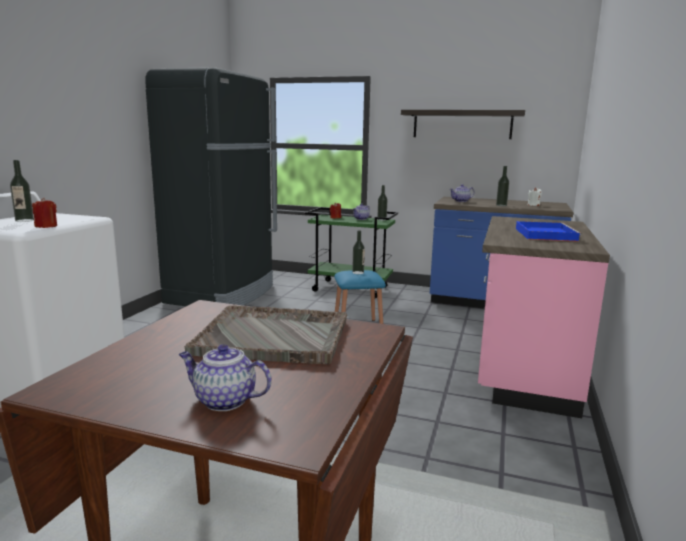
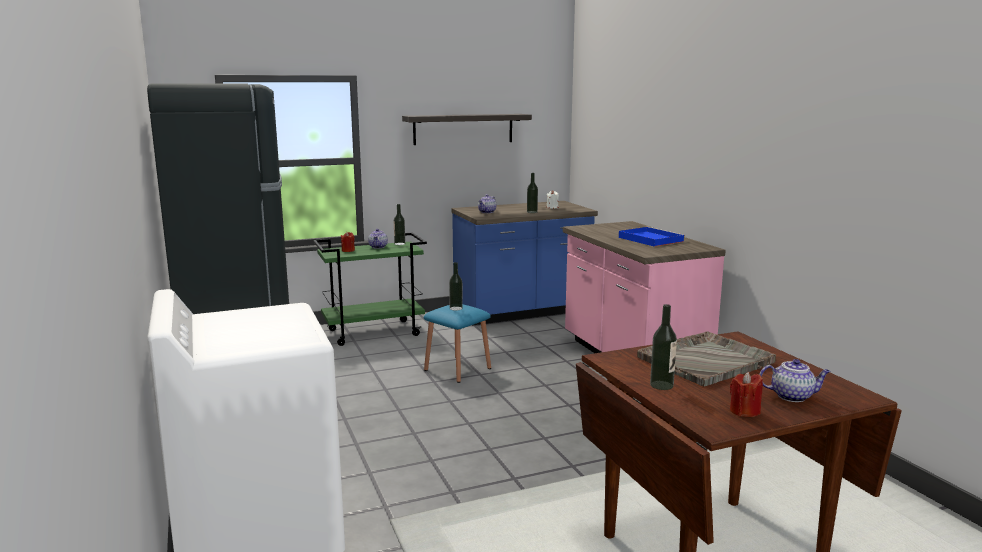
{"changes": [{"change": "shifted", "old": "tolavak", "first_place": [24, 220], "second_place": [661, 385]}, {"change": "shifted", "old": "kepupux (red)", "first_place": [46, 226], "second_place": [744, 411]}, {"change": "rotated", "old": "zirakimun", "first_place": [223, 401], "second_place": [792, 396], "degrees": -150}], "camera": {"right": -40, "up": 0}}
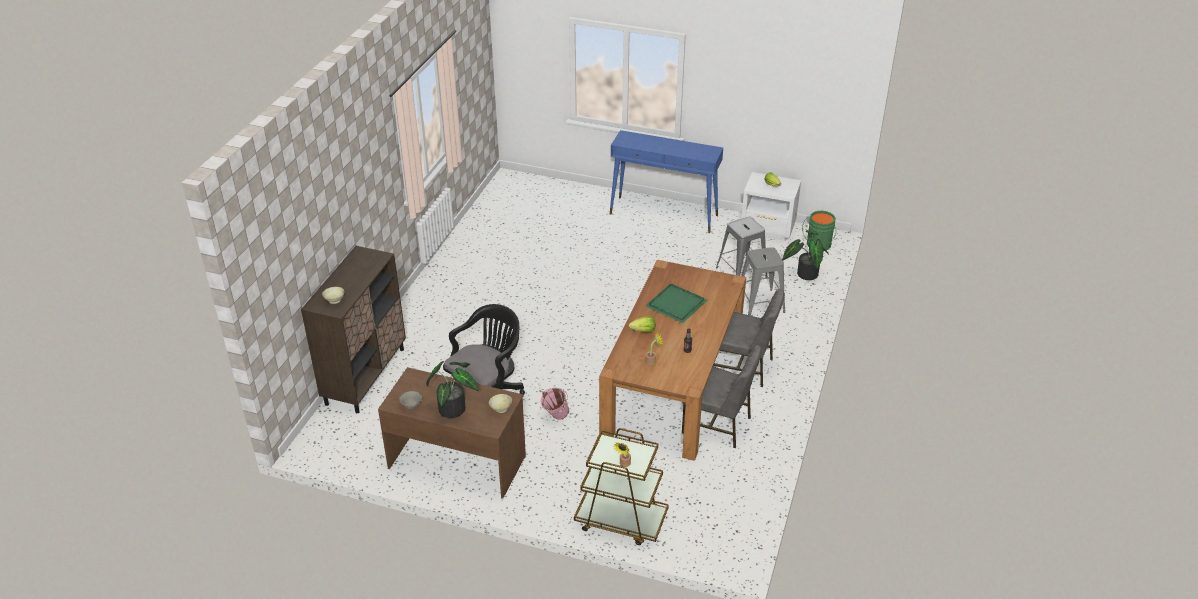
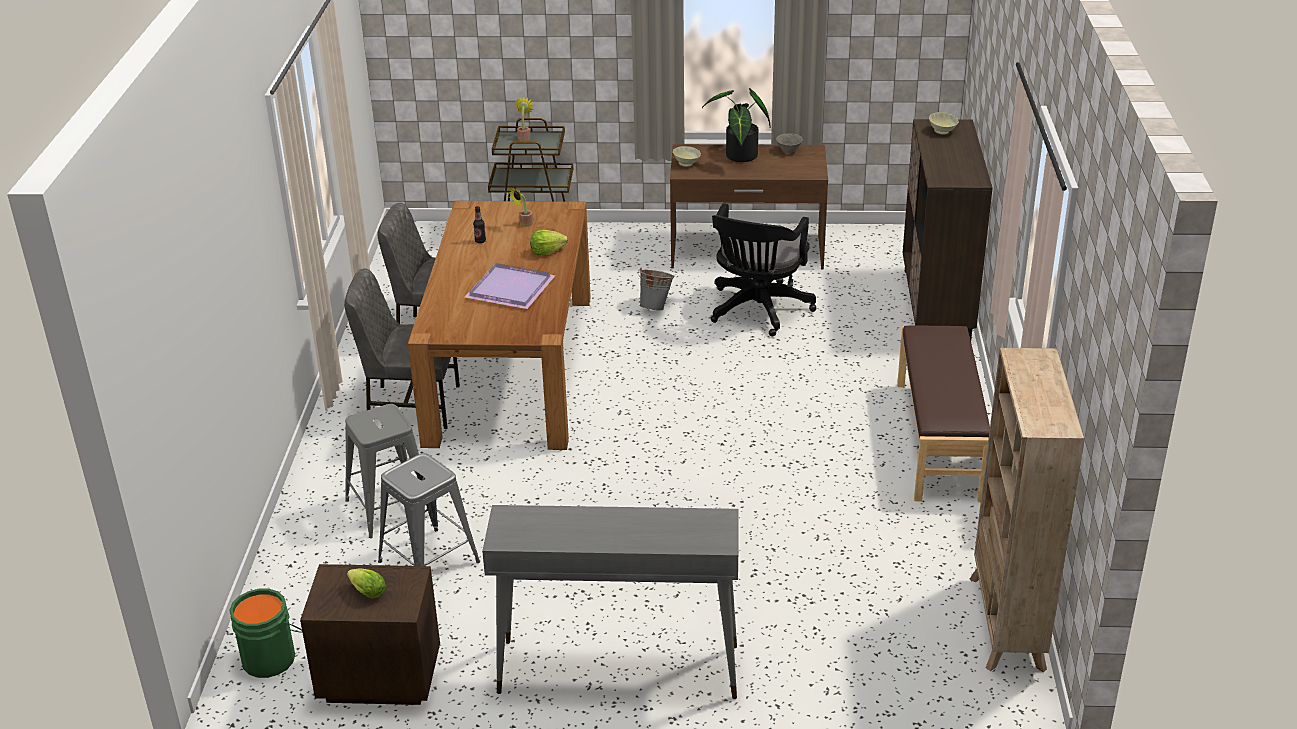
{"changes": [{"change": "repainted", "old": "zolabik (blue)", "new": "zolabik (grey)", "first_place": [664, 214], "second_place": [617, 669]}, {"change": "repainted", "old": "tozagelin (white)", "new": "tozagelin (brown)", "first_place": [768, 229], "second_place": [378, 678]}, {"change": "gone", "old": "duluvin", "first_place": [804, 273]}, {"change": "repainted", "old": "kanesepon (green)", "new": "kanesepon (purple)", "first_place": [677, 304], "second_place": [508, 289]}, {"change": "repainted", "old": "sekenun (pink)", "new": "sekenun (grey)", "first_place": [555, 417], "second_place": [656, 307]}, {"change": "new", "new": "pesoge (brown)", "second_place": [940, 440]}, {"change": "new", "new": "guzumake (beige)", "second_place": [1006, 623]}], "camera": {"right": 165, "up": -5}}
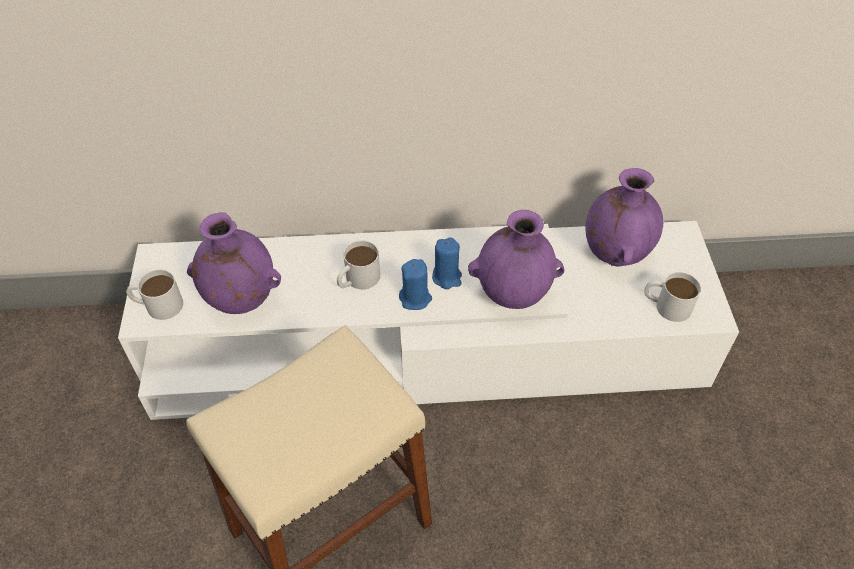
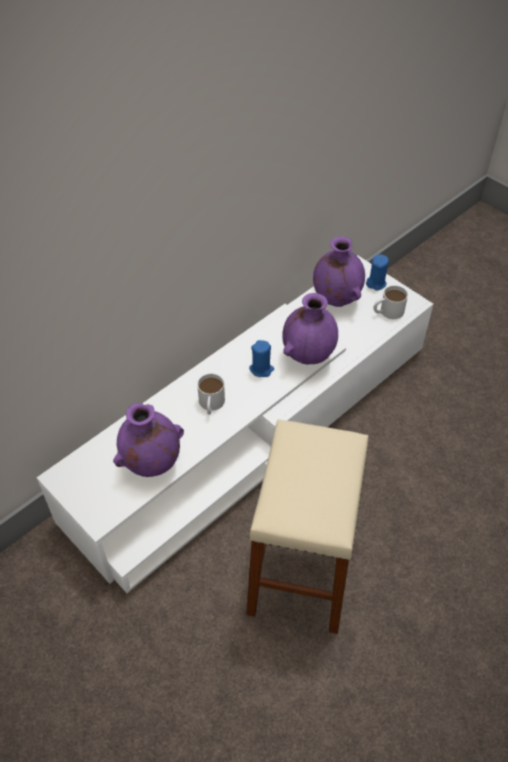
{"changes": [{"change": "shifted", "old": "kepupux (blue)", "first_place": [415, 298], "second_place": [376, 283]}, {"change": "gone", "old": "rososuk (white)", "first_place": [157, 305]}], "camera": {"right": -40, "up": 0}}
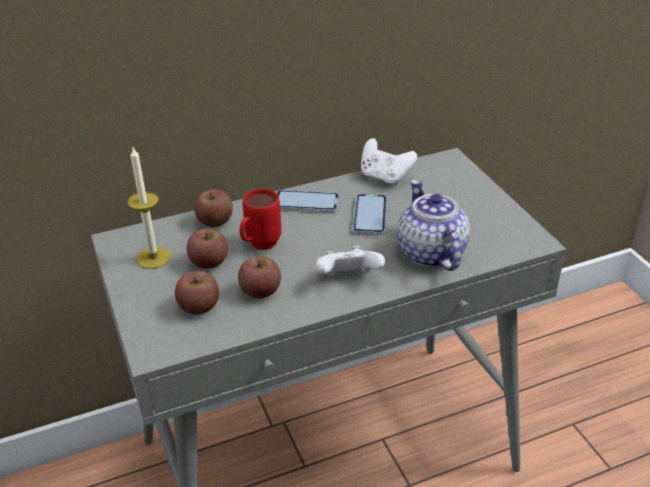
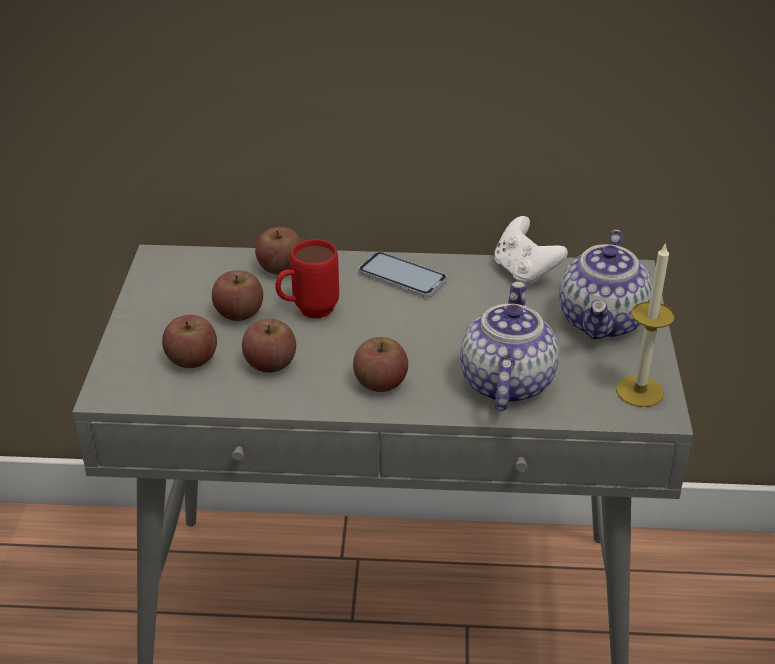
{"changes": [{"change": "shifted", "old": "kepupux", "first_place": [153, 257], "second_place": [639, 391]}, {"change": "gone", "old": "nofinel", "first_place": [370, 215]}, {"change": "swapped", "old": "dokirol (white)", "new": "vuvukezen", "first_place": [348, 279], "second_place": [380, 382]}, {"change": "new", "new": "zirakimun", "second_place": [603, 321]}], "camera": {"right": 25, "up": 0}}
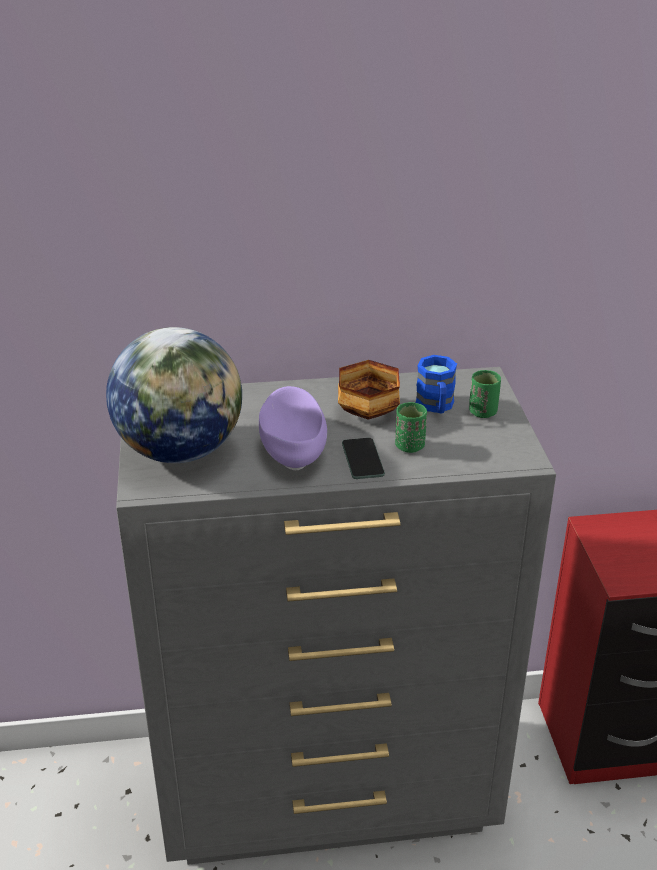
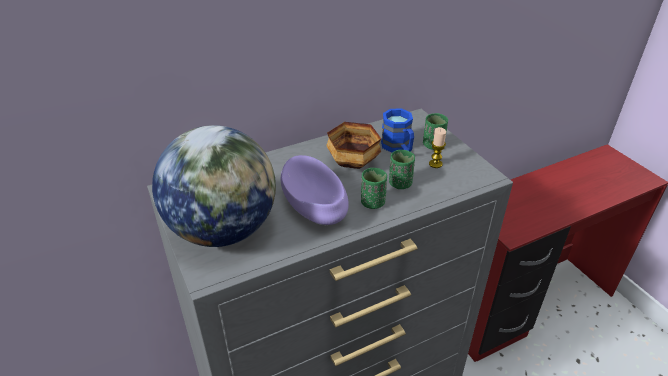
{"changes": [{"change": "swapped", "old": "nofinel", "new": "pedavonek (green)", "first_place": [362, 459], "second_place": [372, 203]}, {"change": "new", "new": "kepupux", "second_place": [435, 164]}], "camera": {"right": -20, "up": 5}}
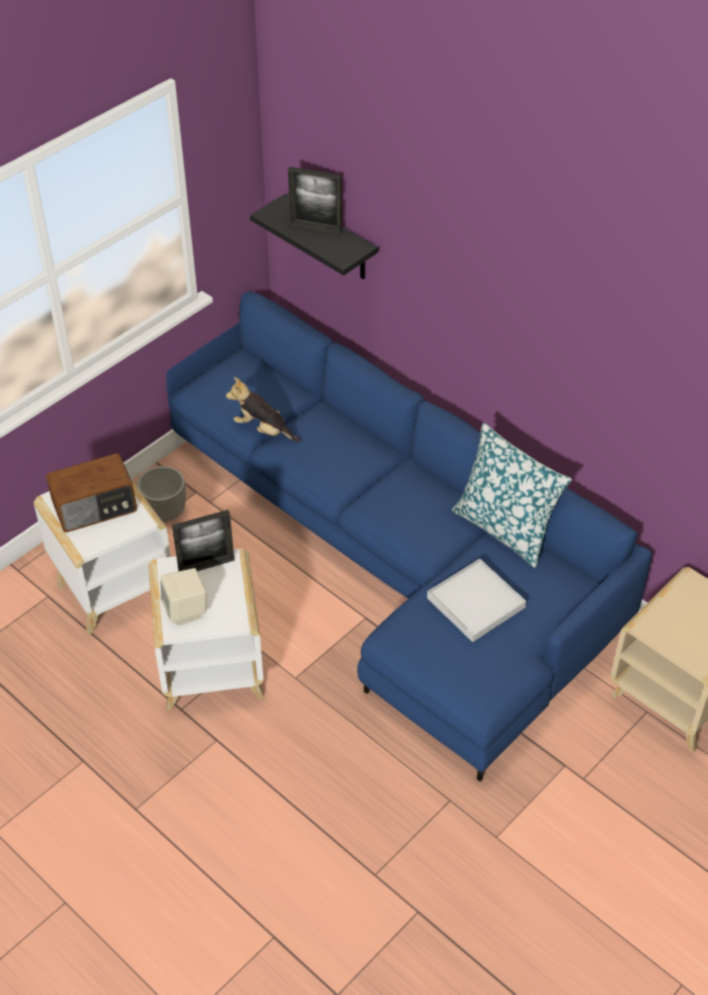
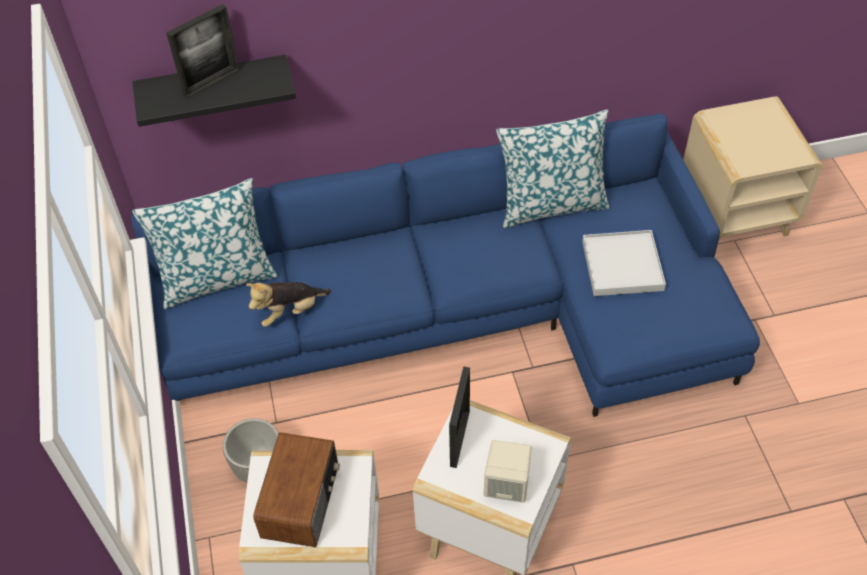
{"changes": [{"change": "new", "new": "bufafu", "second_place": [217, 278]}], "camera": {"right": -55, "up": 5}}
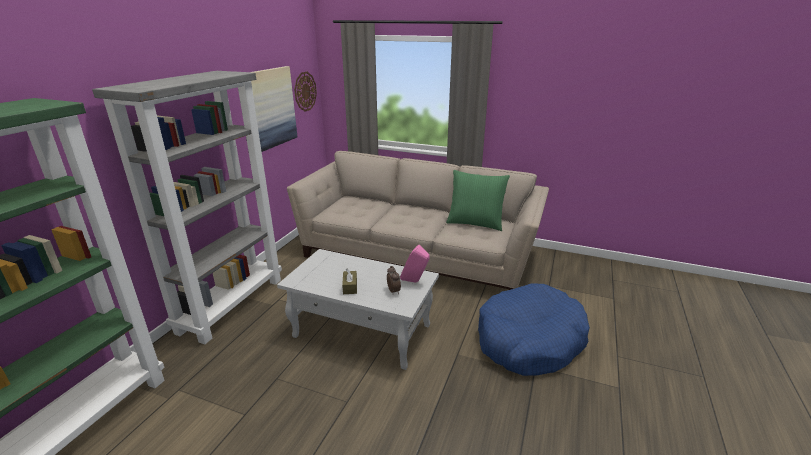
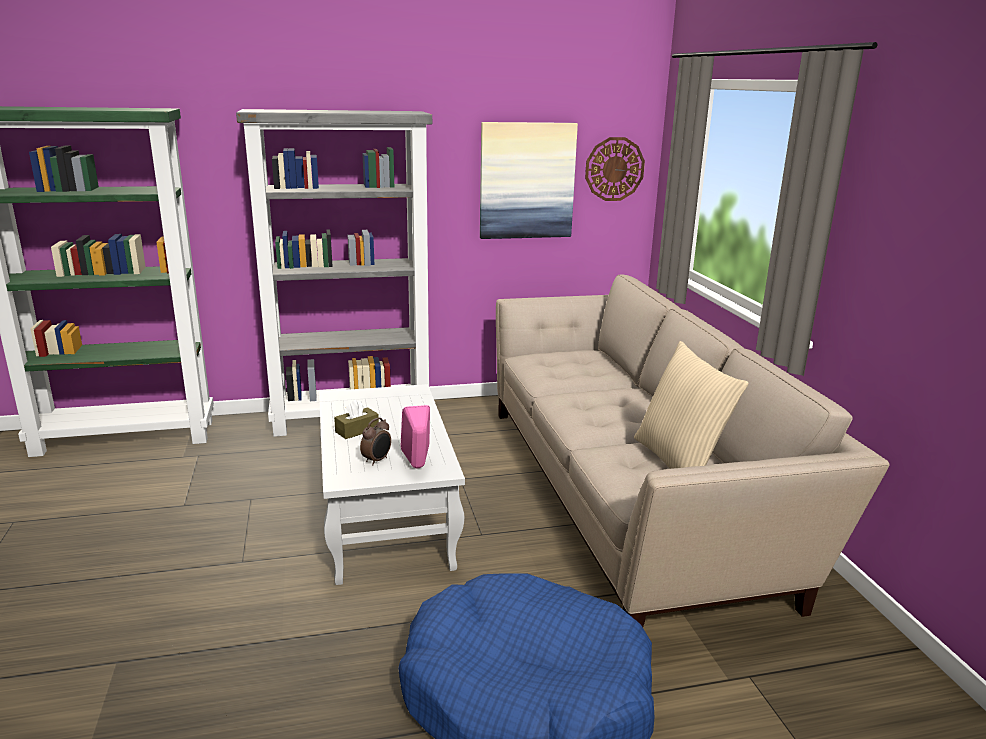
{"changes": [{"change": "repainted", "old": "bufafu (green)", "new": "bufafu (beige)", "first_place": [475, 223], "second_place": [679, 462]}], "camera": {"right": 55, "up": -5}}
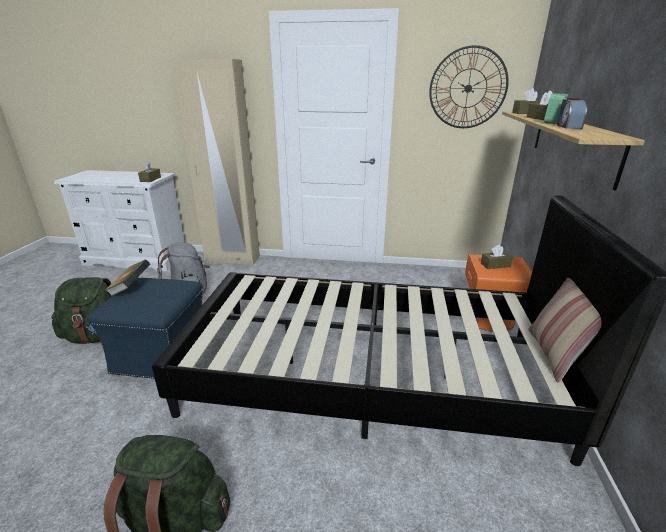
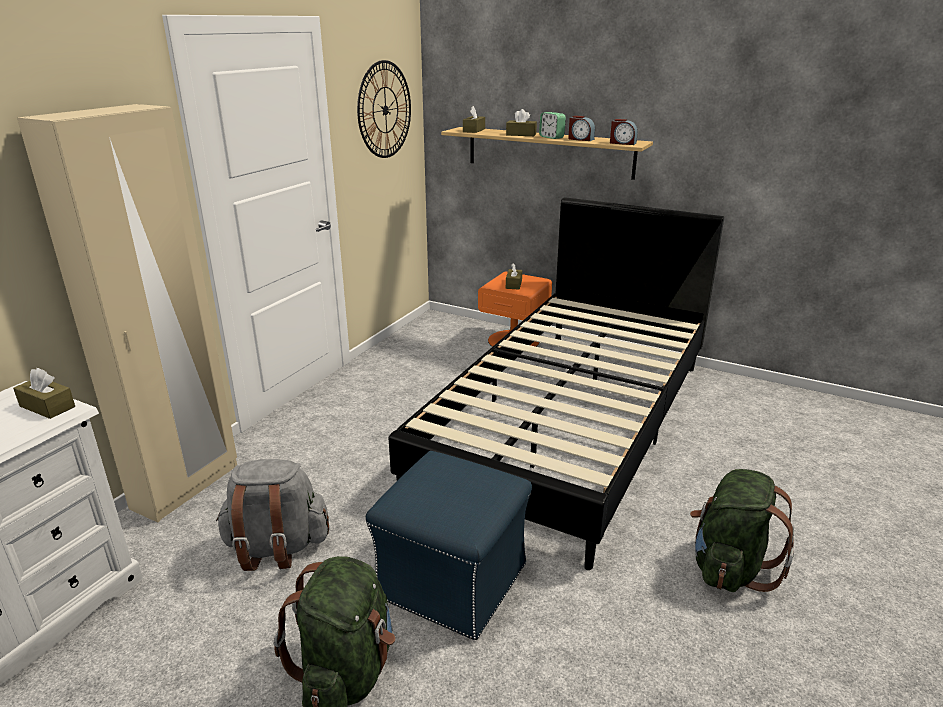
{"changes": [{"change": "gone", "old": "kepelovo", "first_place": [131, 288]}, {"change": "gone", "old": "bufafu", "first_place": [554, 355]}, {"change": "new", "new": "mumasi", "second_place": [622, 143]}], "camera": {"right": -70, "up": 0}}
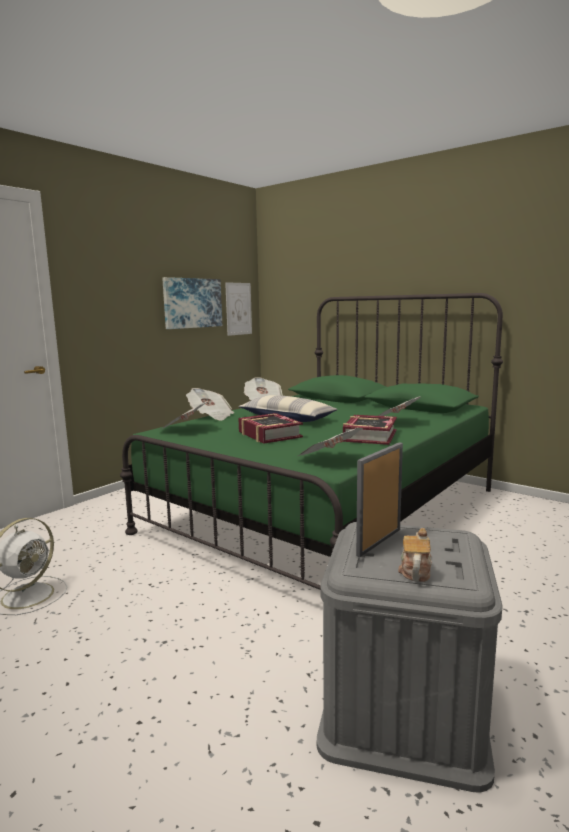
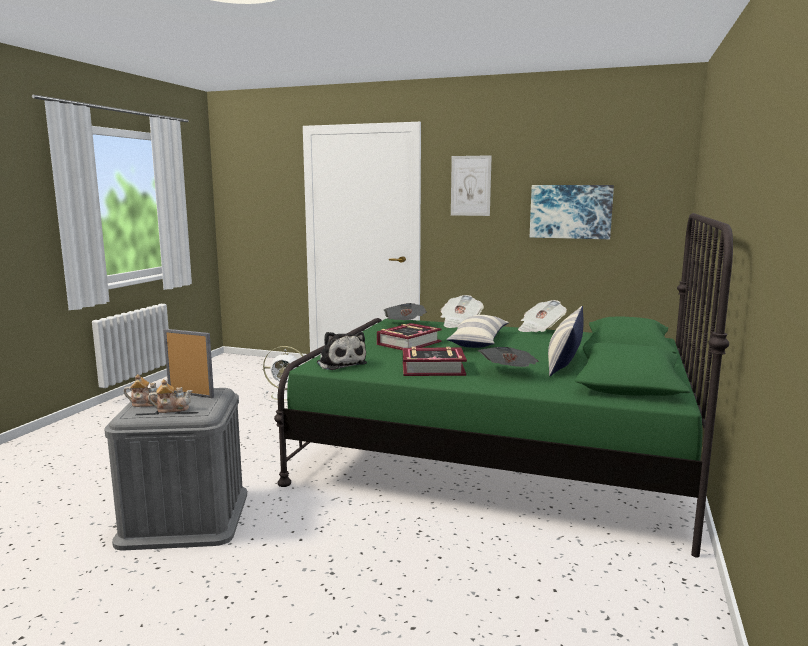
{"changes": [{"change": "shifted", "old": "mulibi", "first_place": [238, 309], "second_place": [470, 186]}, {"change": "swapped", "old": "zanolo", "new": "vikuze", "first_place": [329, 459], "second_place": [340, 363]}, {"change": "new", "new": "bufafu", "second_place": [564, 362]}, {"change": "new", "new": "zirakimun", "second_place": [172, 409]}], "camera": {"right": 70, "up": 0}}
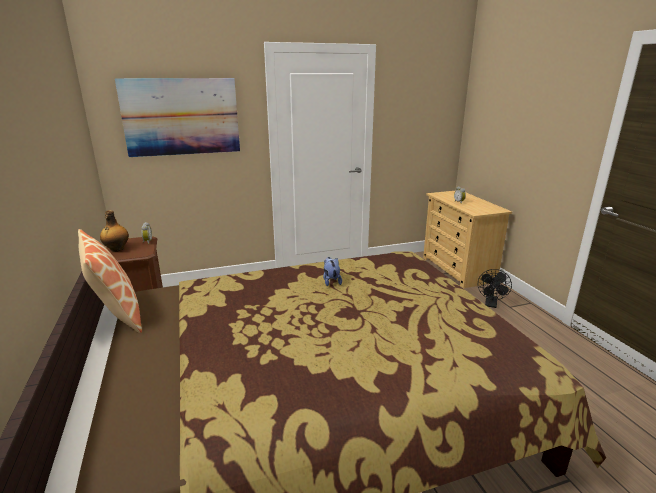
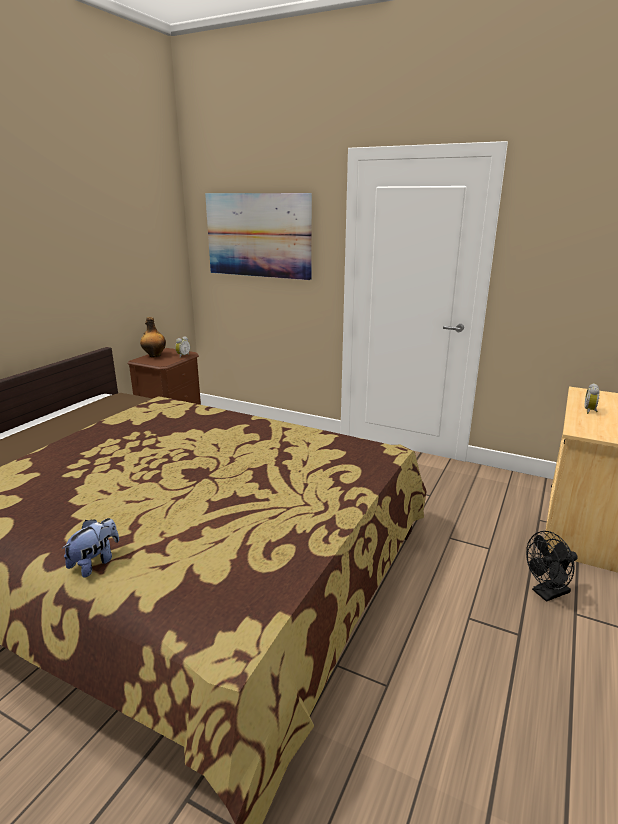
{"changes": [{"change": "gone", "old": "bufafu", "first_place": [117, 315]}, {"change": "shifted", "old": "vikuze", "first_place": [331, 281], "second_place": [95, 562]}], "camera": {"right": 45, "up": 0}}
